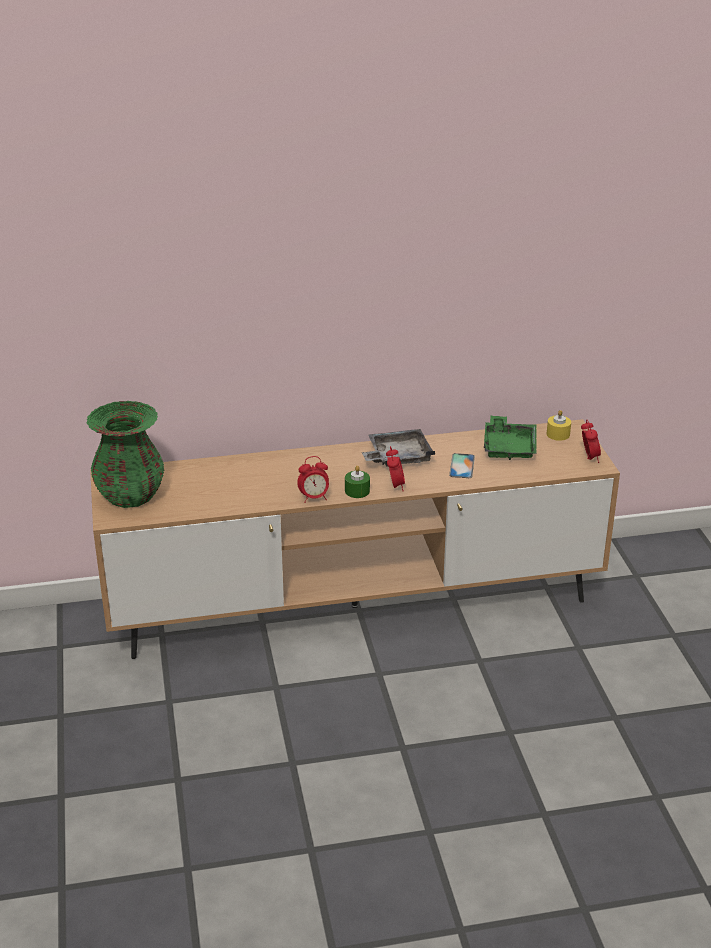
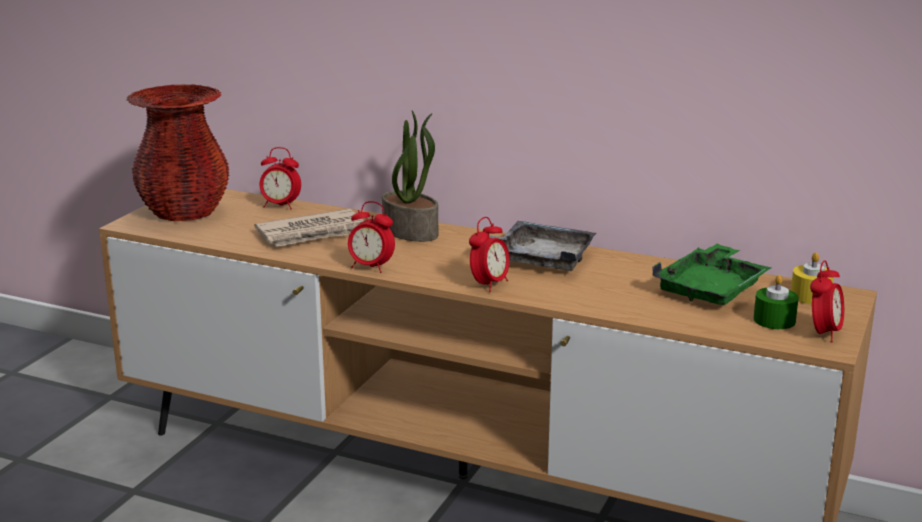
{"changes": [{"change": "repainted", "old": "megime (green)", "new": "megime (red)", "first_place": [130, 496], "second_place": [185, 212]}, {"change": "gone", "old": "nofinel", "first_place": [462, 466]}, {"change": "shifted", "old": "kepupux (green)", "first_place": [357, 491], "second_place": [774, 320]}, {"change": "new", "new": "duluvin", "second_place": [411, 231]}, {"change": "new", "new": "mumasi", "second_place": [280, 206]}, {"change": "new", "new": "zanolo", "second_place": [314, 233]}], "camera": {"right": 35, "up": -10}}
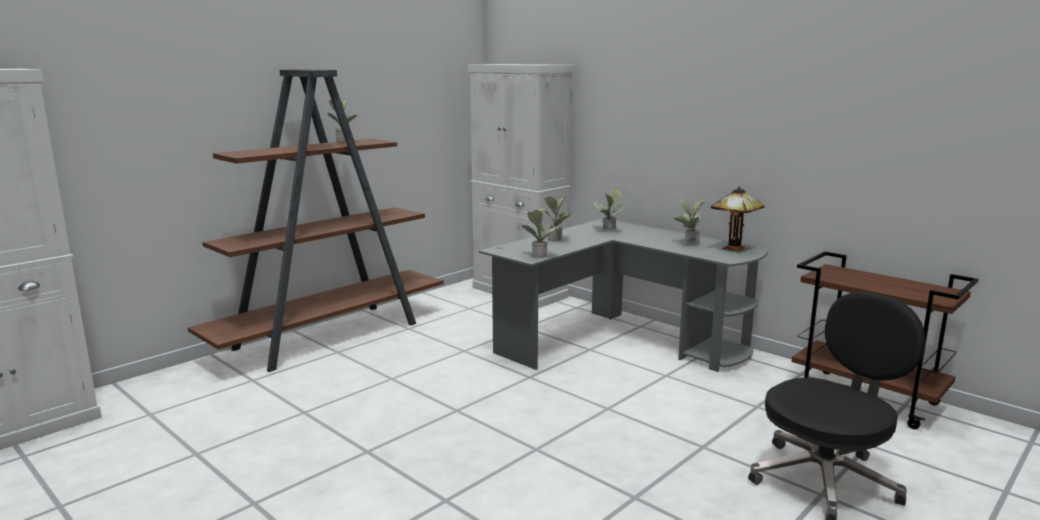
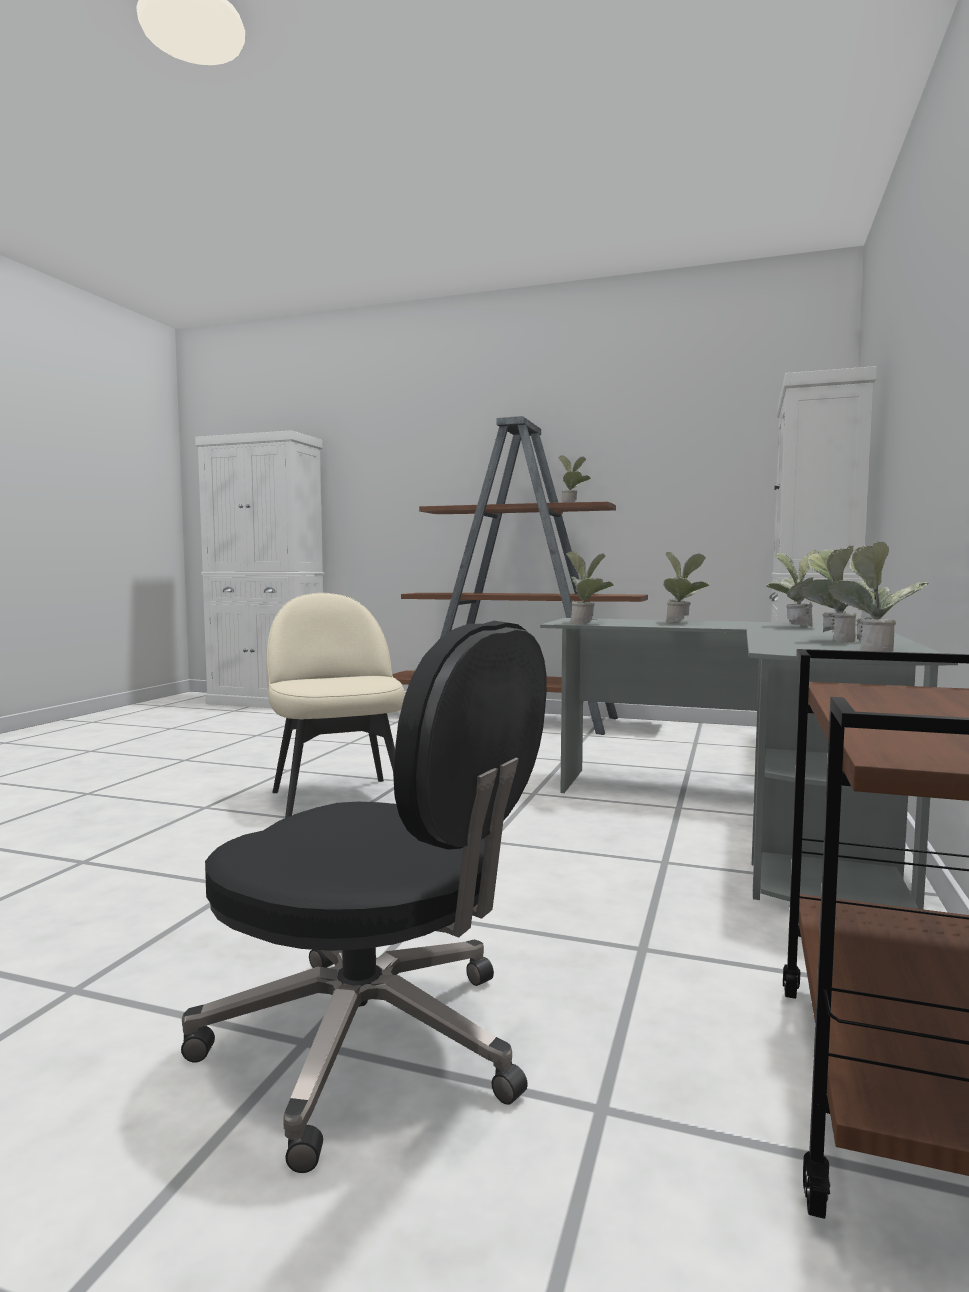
{"changes": [{"change": "swapped", "old": "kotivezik", "new": "duluvin", "first_place": [734, 249], "second_place": [871, 650]}, {"change": "new", "new": "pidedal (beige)", "second_place": [337, 797]}], "camera": {"right": 65, "up": -10}}
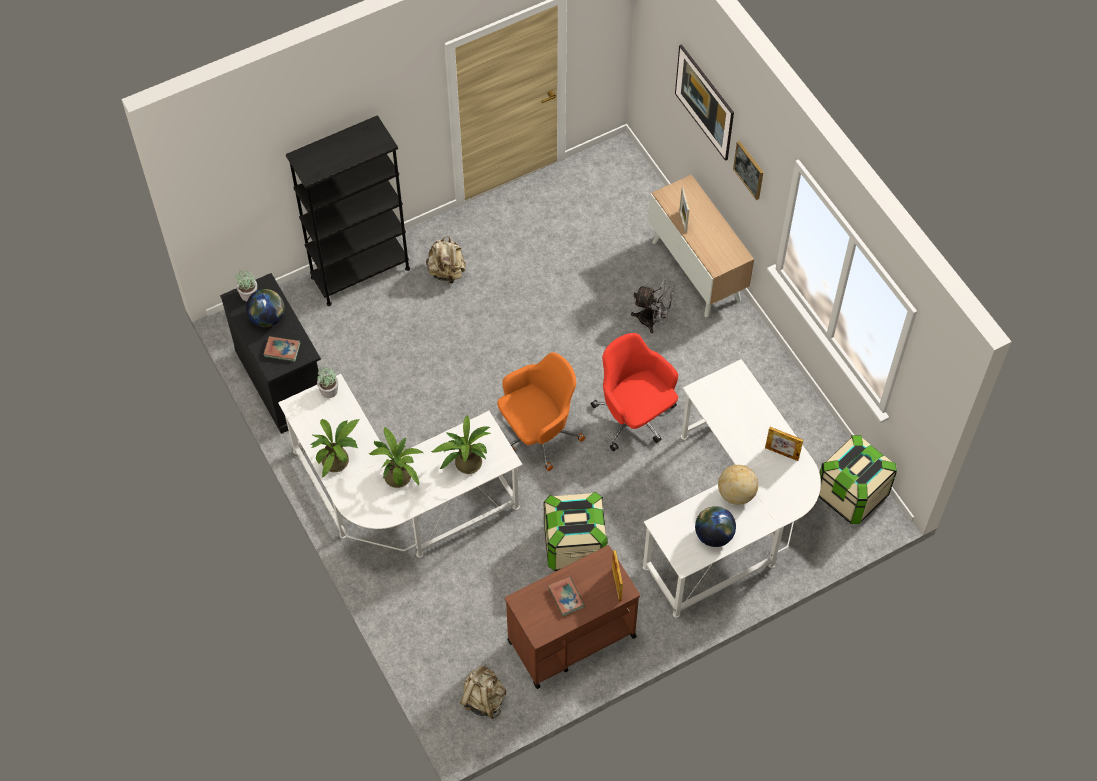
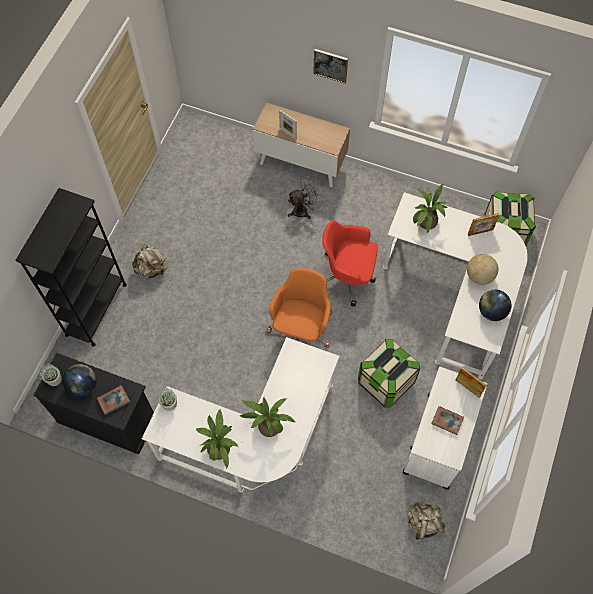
{"changes": [{"change": "gone", "old": "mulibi", "first_place": [703, 114]}, {"change": "shifted", "old": "duluvin", "first_place": [465, 463], "second_place": [425, 223]}, {"change": "repainted", "old": "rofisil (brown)", "new": "rofisil (white)", "first_place": [570, 639], "second_place": [437, 441]}], "camera": {"right": -40, "up": 5}}
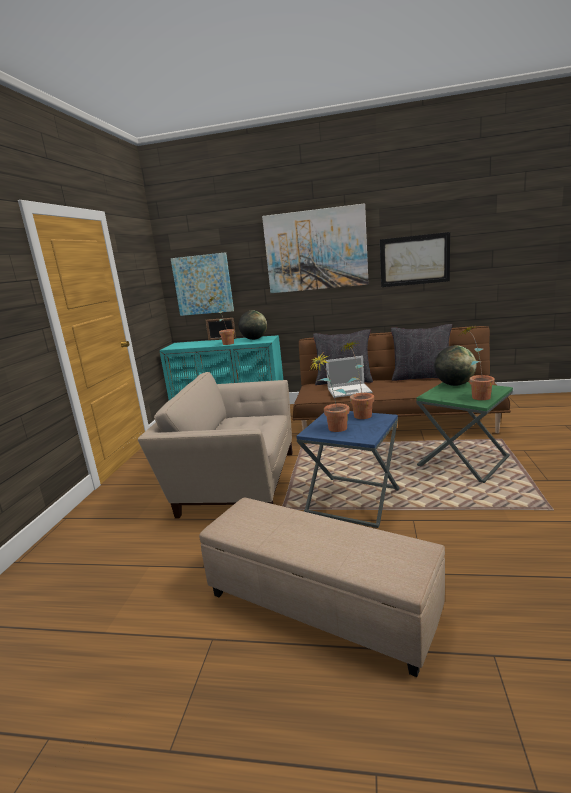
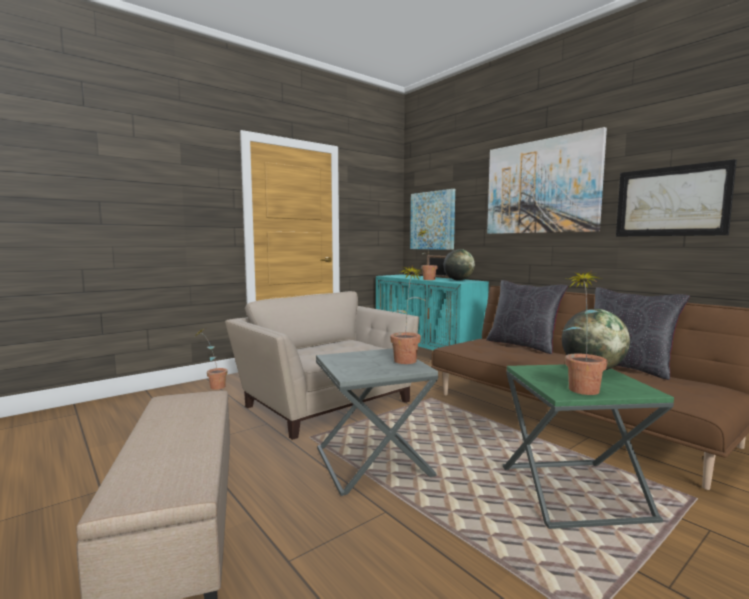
{"changes": [{"change": "shifted", "old": "duluvin", "first_place": [333, 430], "second_place": [213, 387]}, {"change": "gone", "old": "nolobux", "first_place": [350, 390]}, {"change": "repainted", "old": "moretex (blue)", "new": "moretex (grey)", "first_place": [353, 500], "second_place": [373, 462]}], "camera": {"right": 40, "up": -10}}
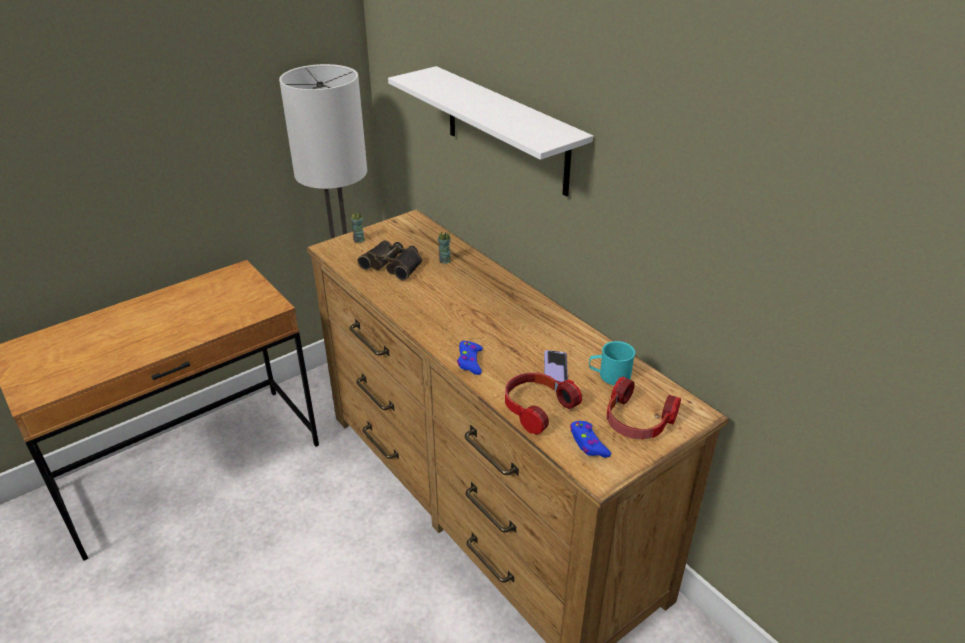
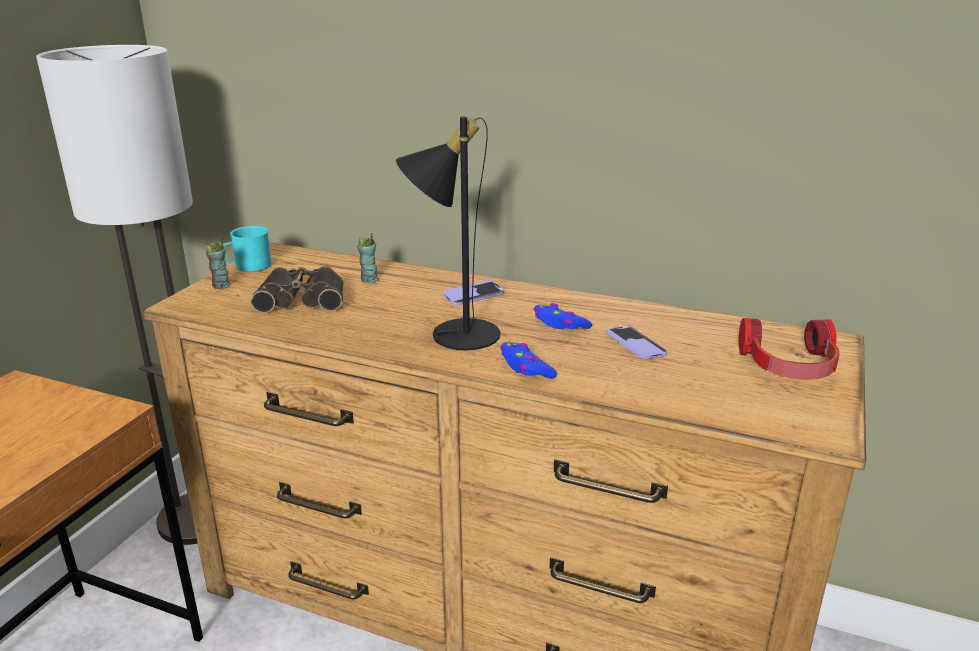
{"changes": [{"change": "gone", "old": "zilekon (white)", "first_place": [506, 130]}, {"change": "shifted", "old": "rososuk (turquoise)", "first_place": [609, 375], "second_place": [247, 266]}, {"change": "gone", "old": "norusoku", "first_place": [536, 408]}, {"change": "shifted", "old": "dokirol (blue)", "first_place": [588, 444], "second_place": [560, 324]}, {"change": "new", "new": "kotivezik (black)", "second_place": [452, 333]}, {"change": "new", "new": "nofinel", "second_place": [473, 294]}], "camera": {"right": -30, "up": -10}}
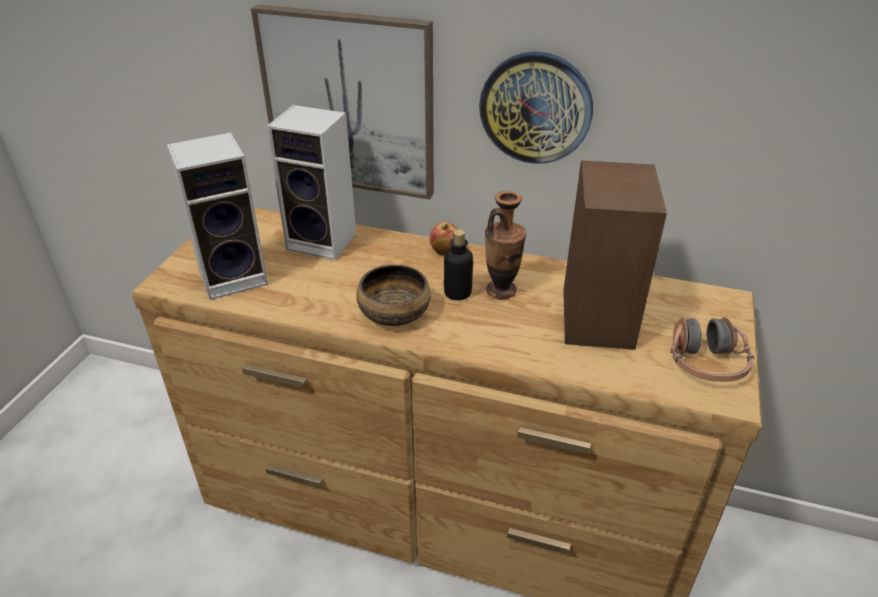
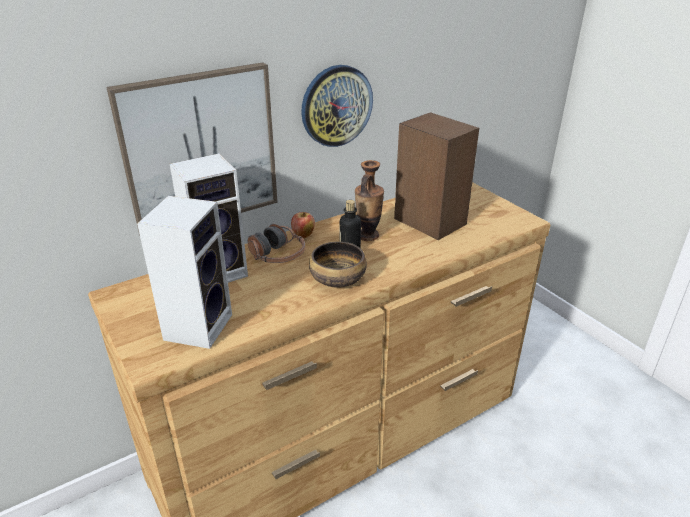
{"changes": [{"change": "shifted", "old": "norusoku", "first_place": [706, 363], "second_place": [277, 256]}], "camera": {"right": -50, "up": -5}}
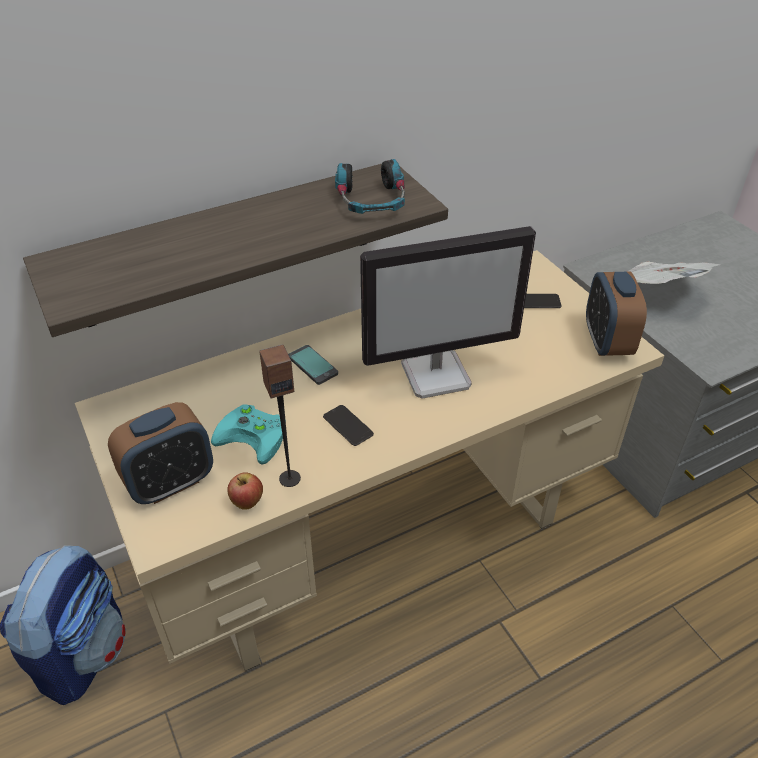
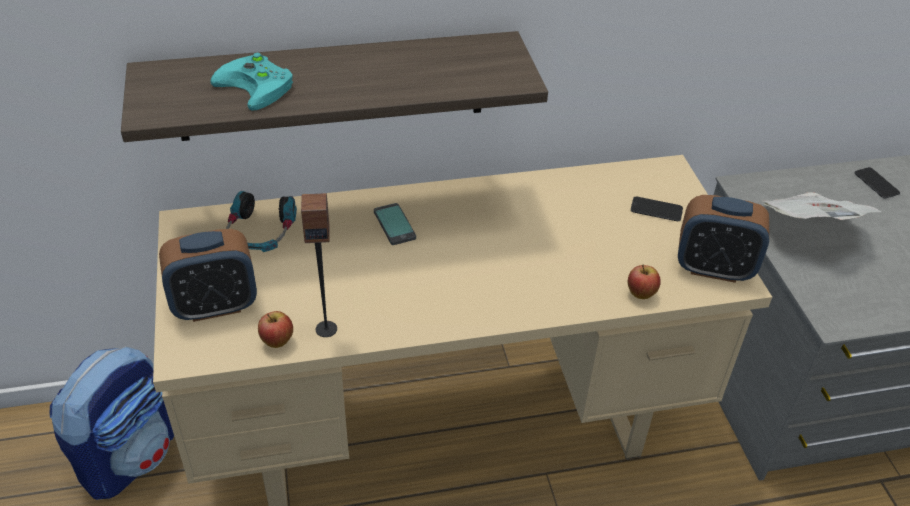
{"changes": [{"change": "shifted", "old": "norusoku", "first_place": [371, 201], "second_place": [260, 232]}, {"change": "gone", "old": "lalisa", "first_place": [437, 374]}, {"change": "rotated", "old": "mumasi", "first_place": [606, 342], "second_place": [713, 268], "degrees": -90}, {"change": "shifted", "old": "dokirol (turquoise)", "first_place": [255, 435], "second_place": [259, 86]}, {"change": "shifted", "old": "nofinel", "first_place": [348, 426], "second_place": [876, 183]}, {"change": "new", "new": "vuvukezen", "second_place": [640, 294]}], "camera": {"right": 15, "up": 0}}
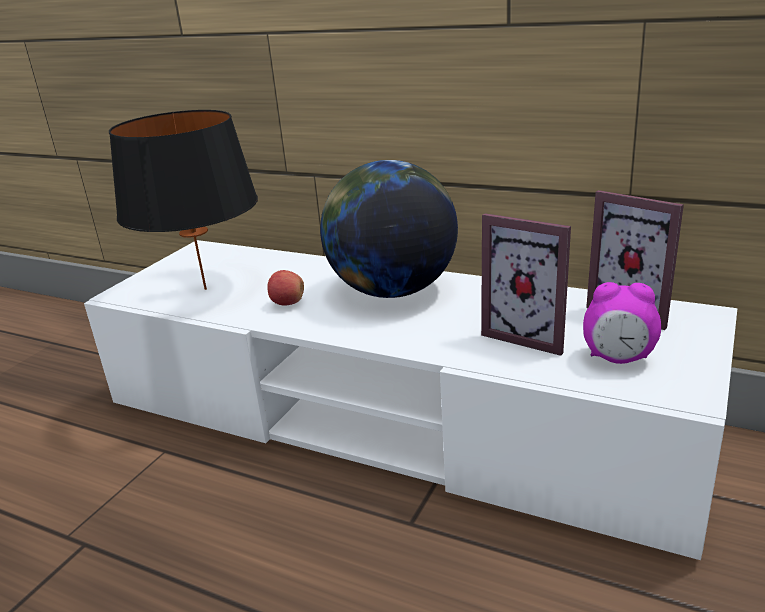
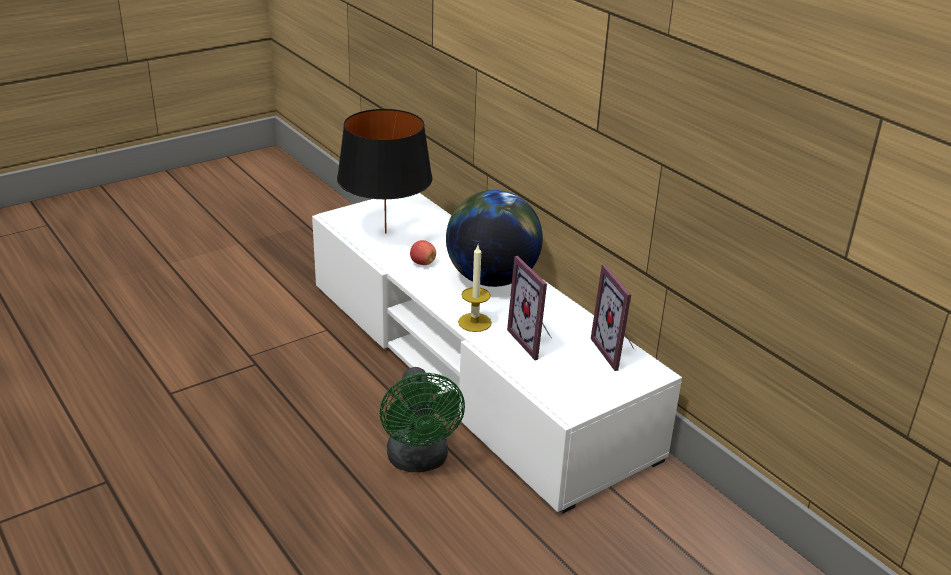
{"changes": [{"change": "gone", "old": "mumasi", "first_place": [618, 359]}, {"change": "new", "new": "kepupux", "second_place": [474, 322]}, {"change": "new", "new": "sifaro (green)", "second_place": [419, 461]}], "camera": {"right": 25, "up": 5}}
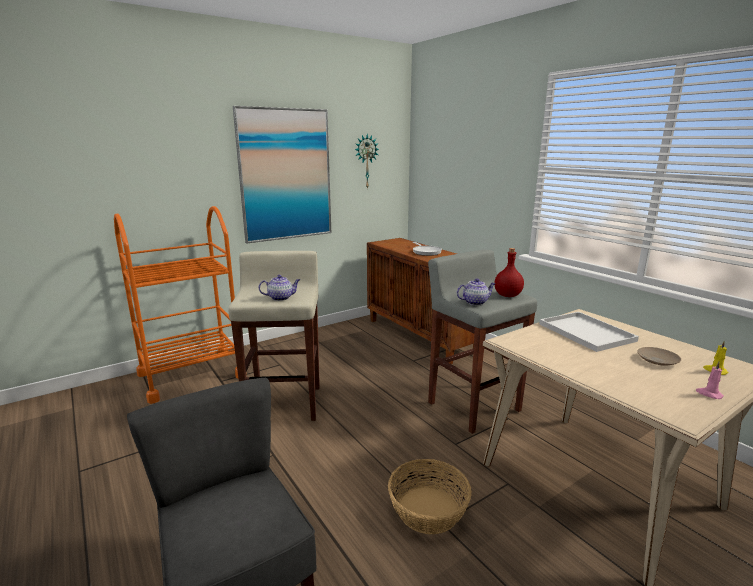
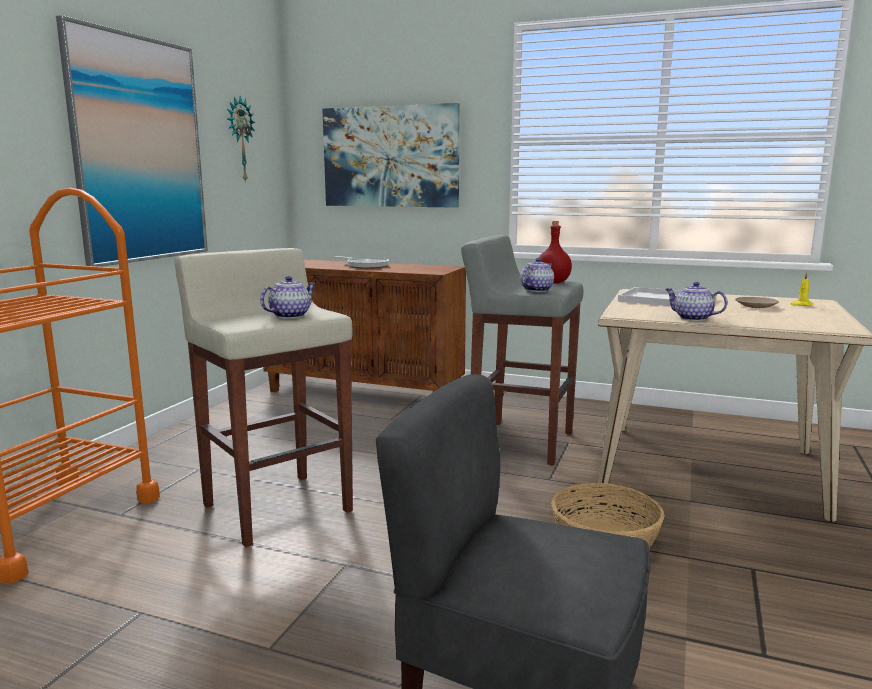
{"changes": [{"change": "gone", "old": "kepupux (pink)", "first_place": [708, 394]}, {"change": "new", "new": "mulibi", "second_place": [390, 157]}, {"change": "new", "new": "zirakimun", "second_place": [692, 318]}], "camera": {"right": -35, "up": -5}}
